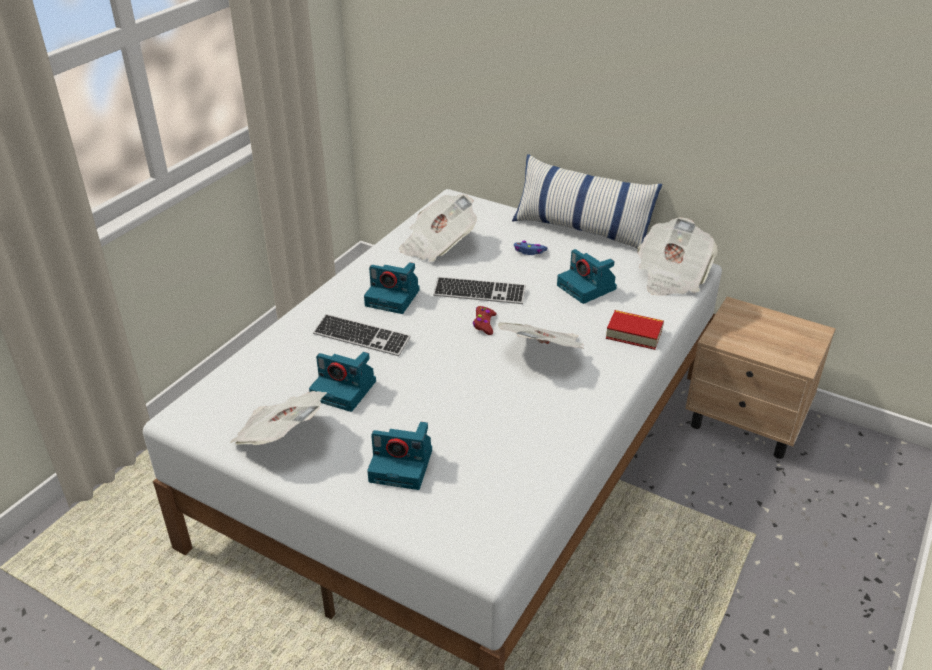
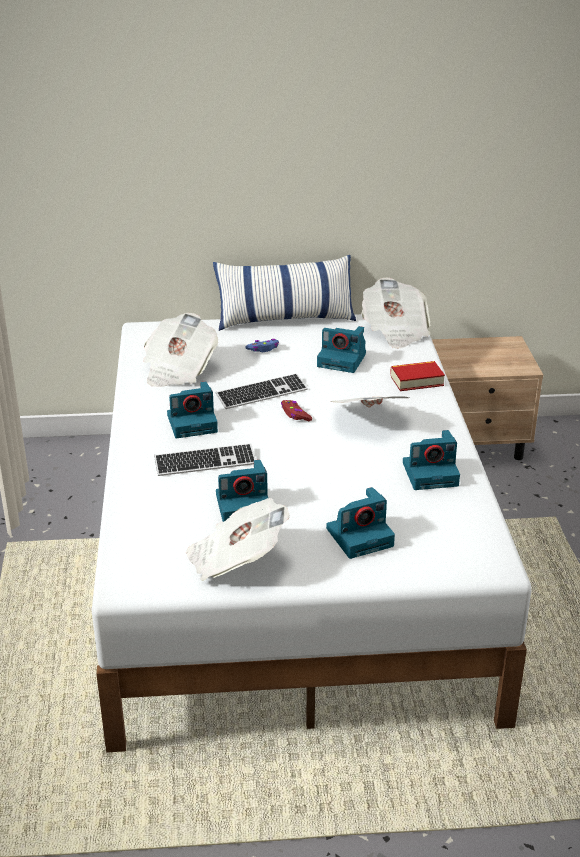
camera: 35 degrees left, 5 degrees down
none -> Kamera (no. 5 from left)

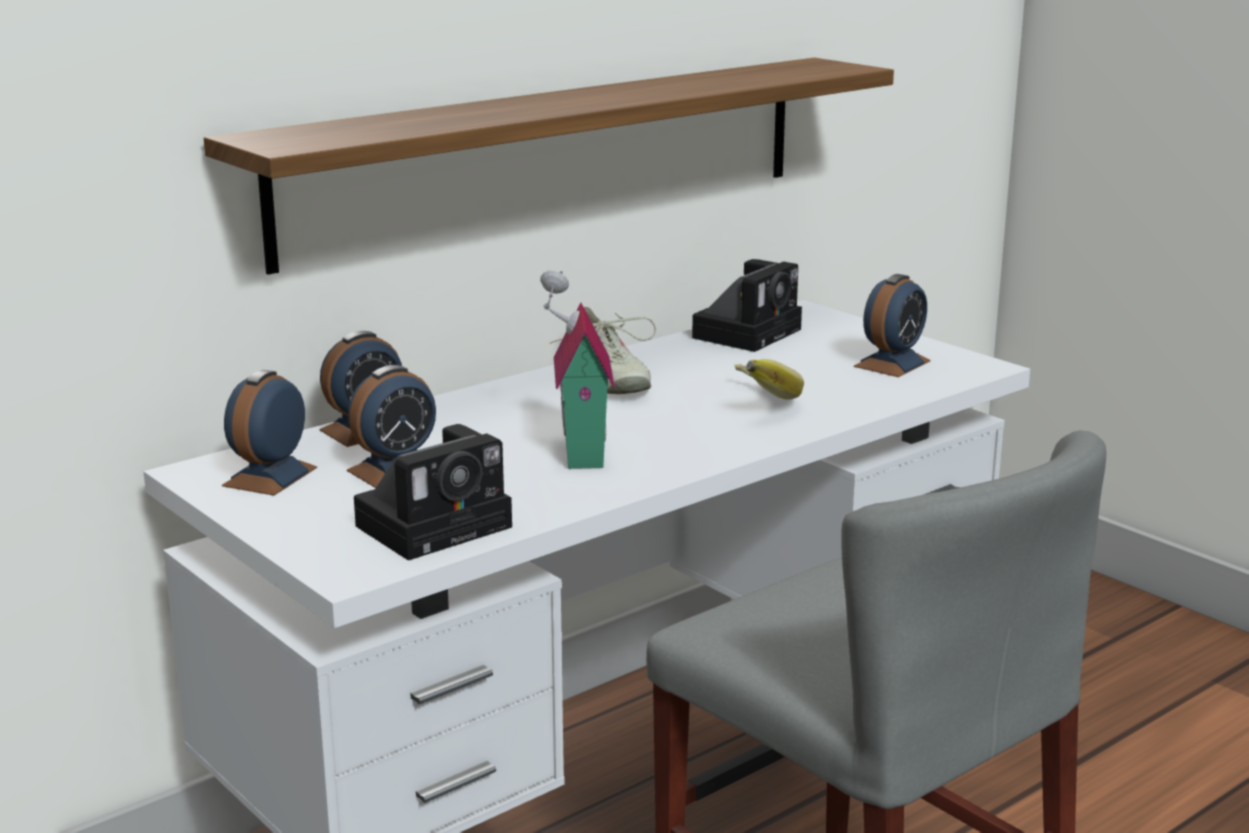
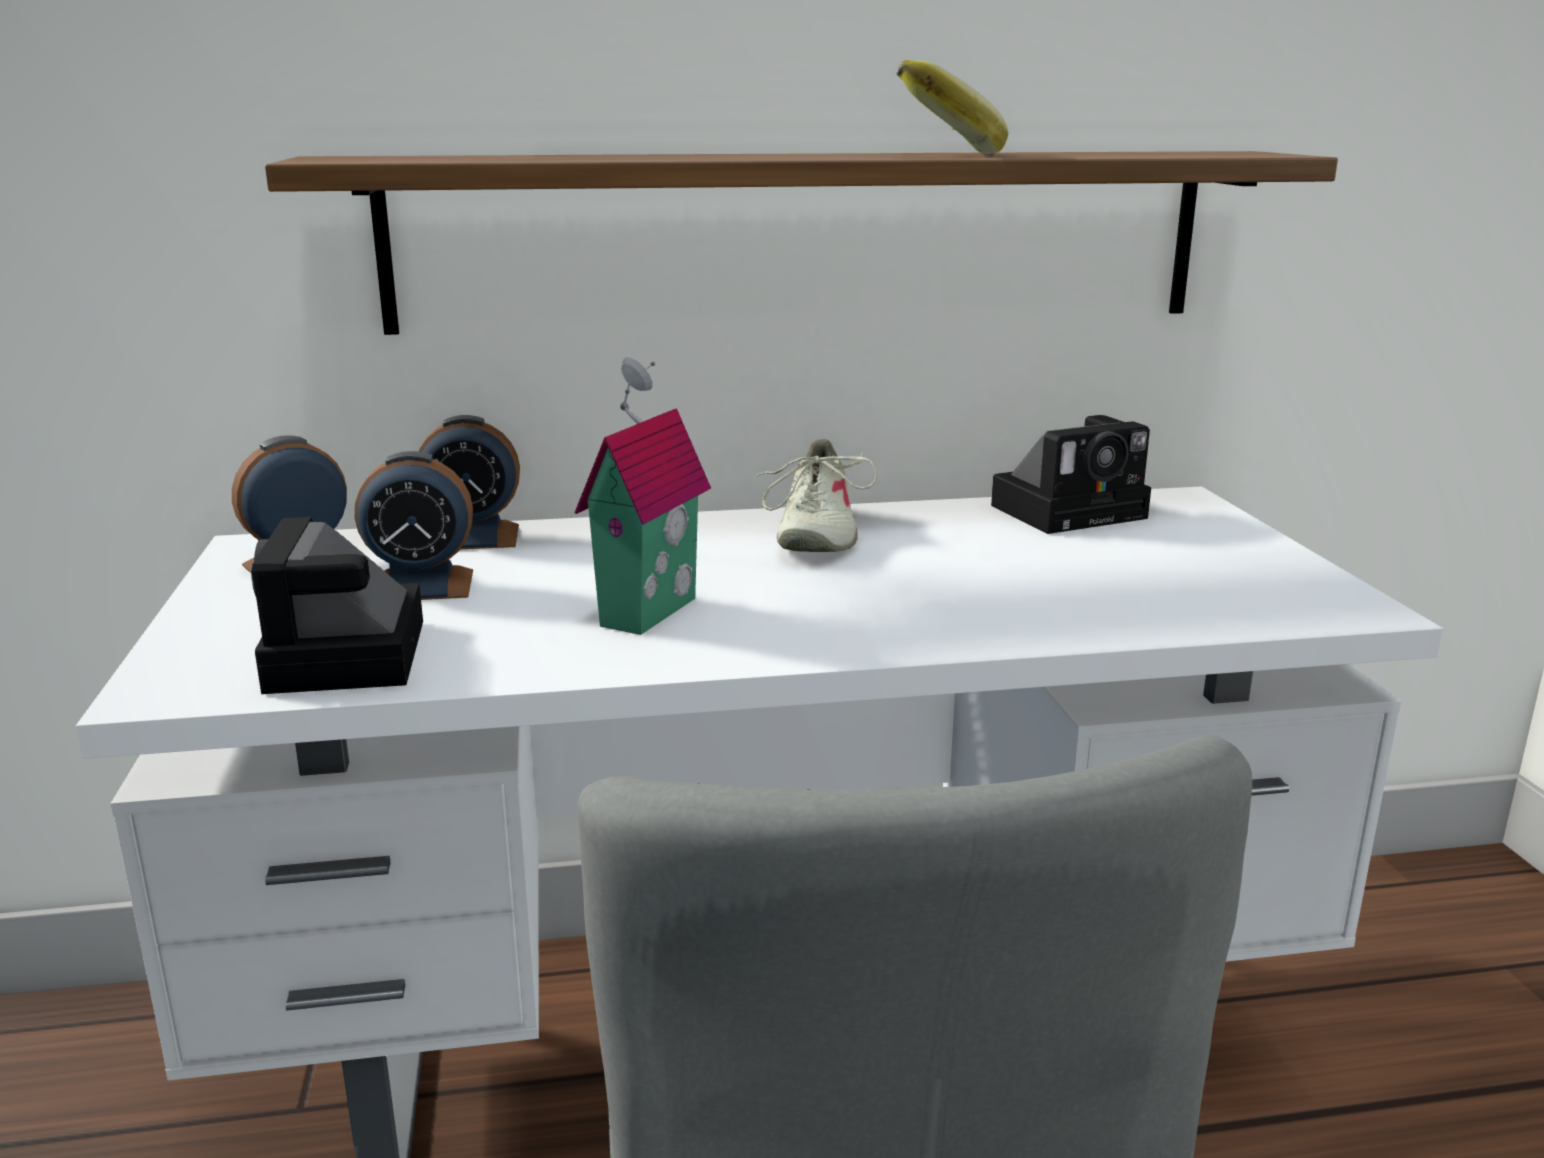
camera: 30 degrees right, 0 degrees up
Wecker (no. 4 from left) -> none
Banane, relocated
Kamera (no. 1 from left), 90 degrees clockwise

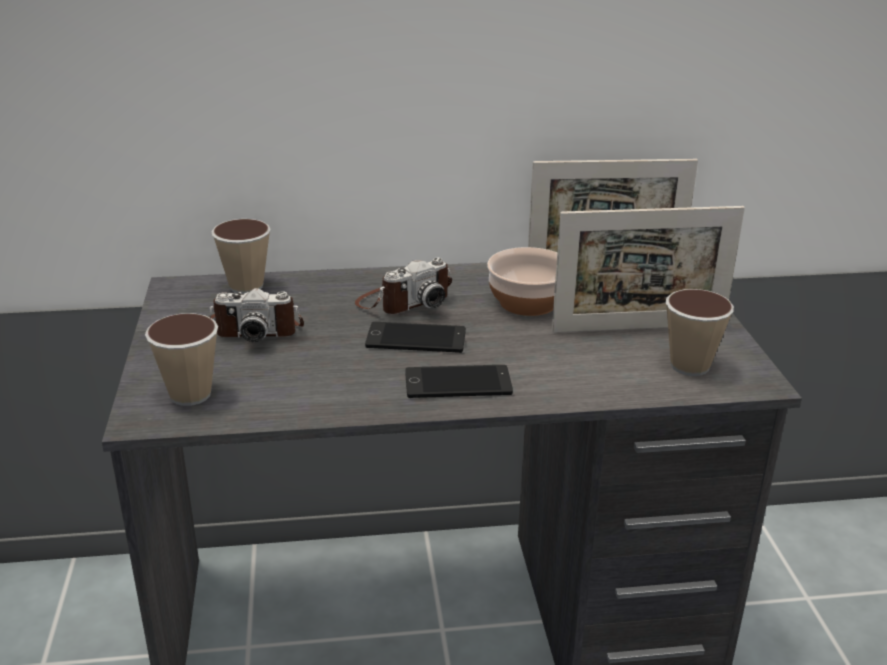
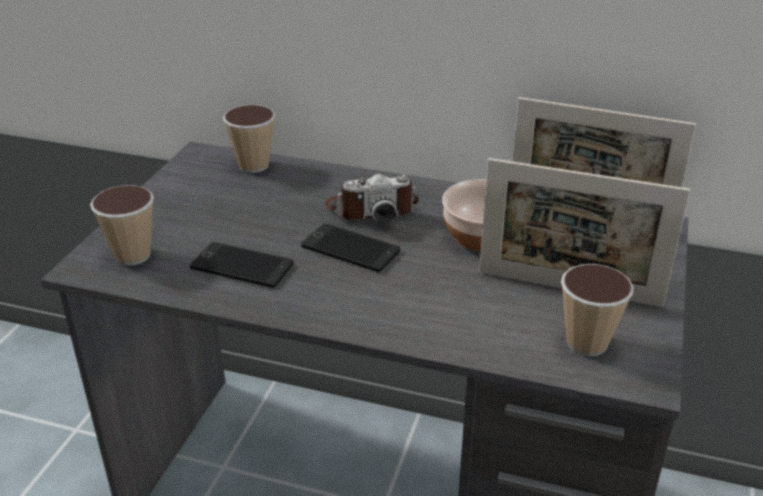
camera: 25 degrees right, 5 degrees up
Kamera (no. 1 from left) -> none
Handy (no. 2 from left in the first image) -> Handy (no. 1 from left), relocated

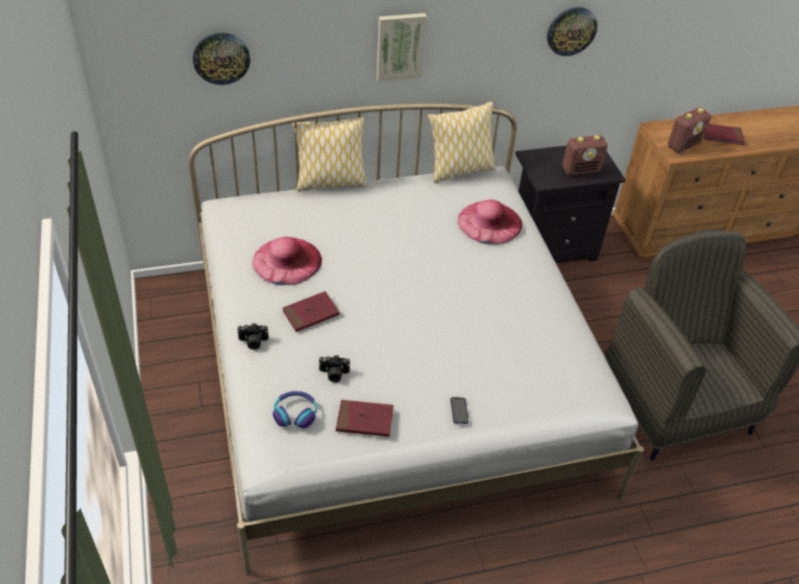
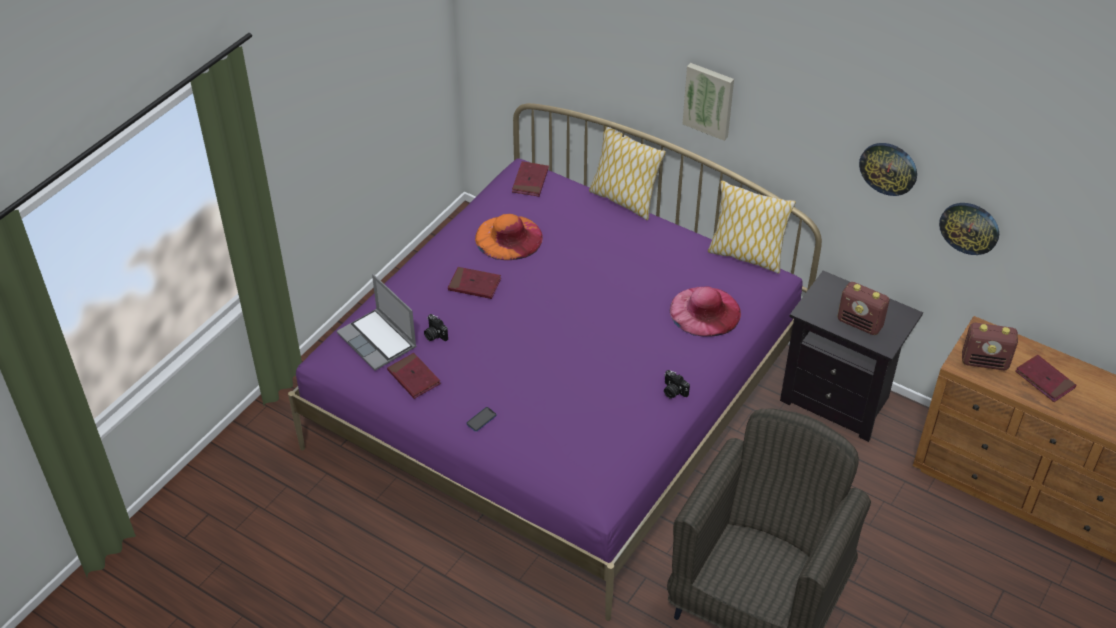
camera: 50 degrees right, 0 degrees up
none -> Buch (rot) (no. 3 from left)
Wanduhr (no. 1 from left in the first image) -> Wanduhr (no. 2 from left), relocated
Kamera (no. 1 from left in the first image) -> Kamera (no. 2 from left), relocated
Kopfhörer -> Laptop
Bett (weiß) -> Bett (lila)
Hut (rosa) (no. 1 from left) -> Hut (orange)

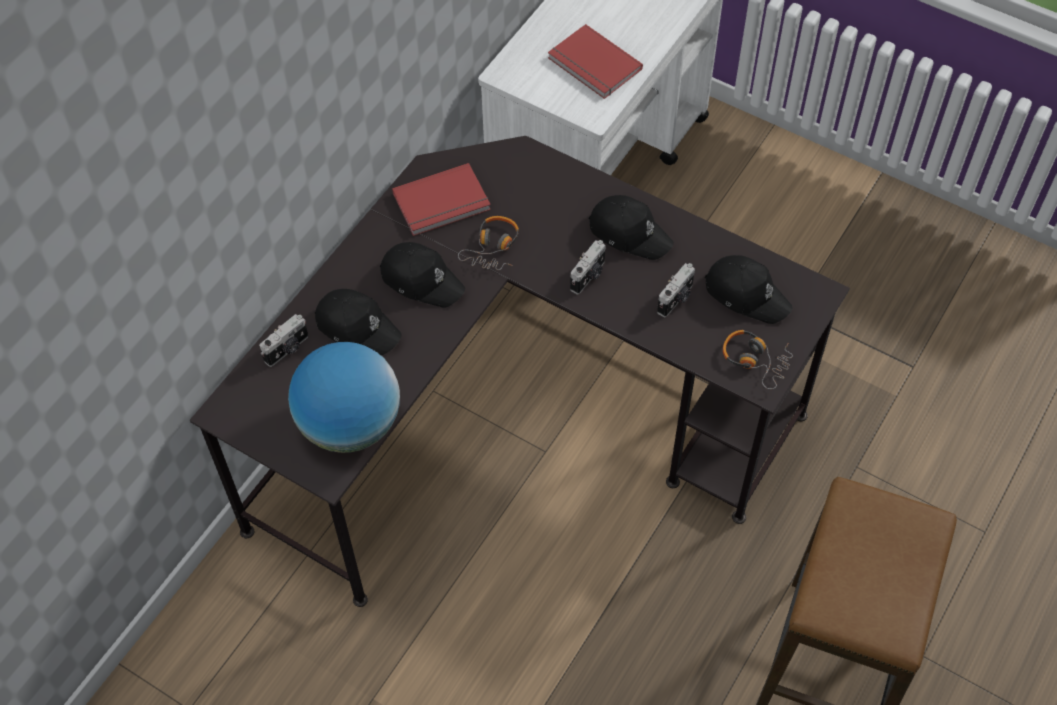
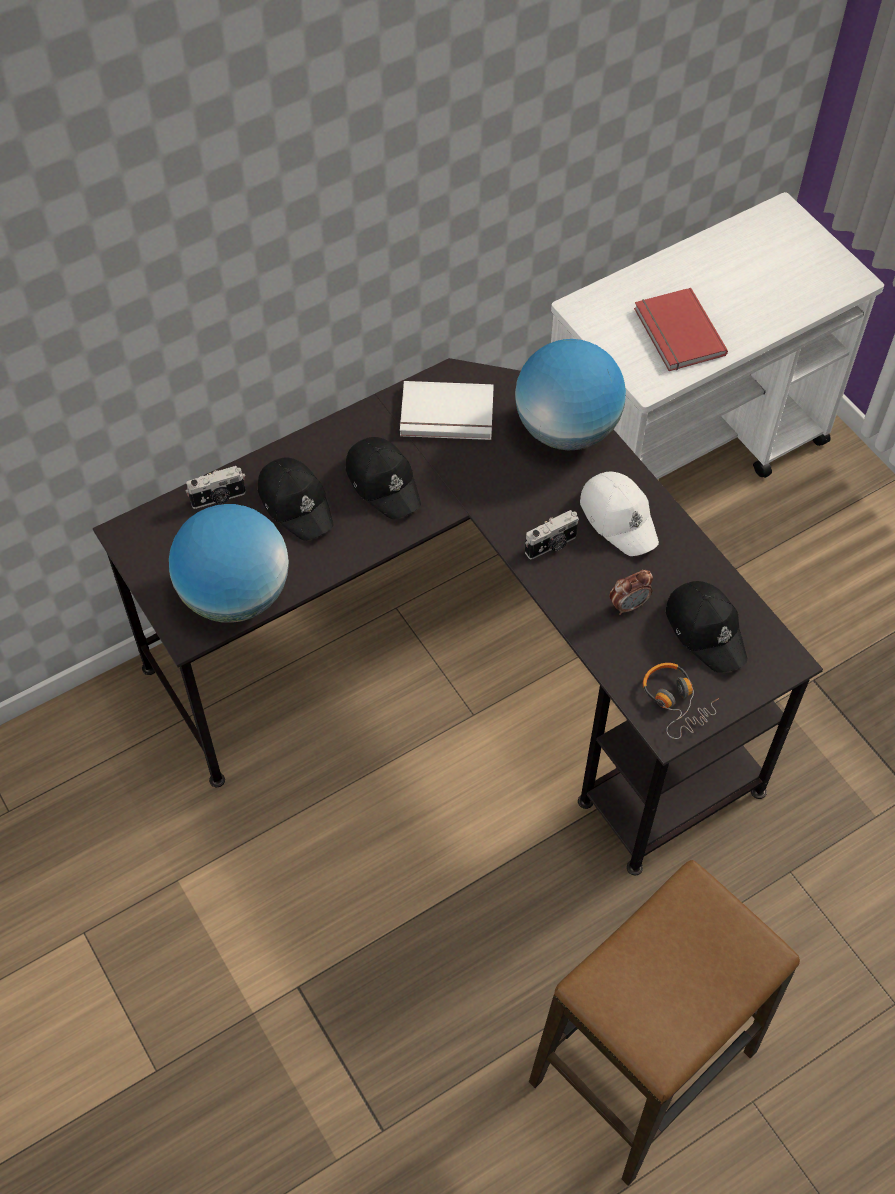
camera: 25 degrees right, 0 degrees up
Kopfhörer (no. 1 from left) -> none
none -> Globus (no. 2 from left)
Kamera (no. 3 from left) -> Wecker
Buch (rot) (no. 1 from left) -> Buch (weiß)
Kappe (schwarz) (no. 3 from left) -> Kappe (weiß)

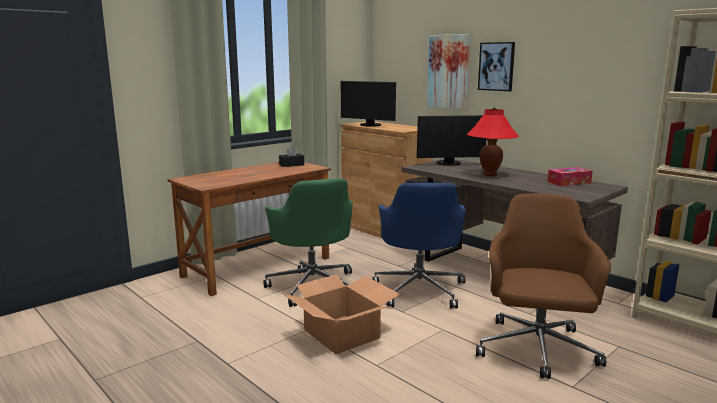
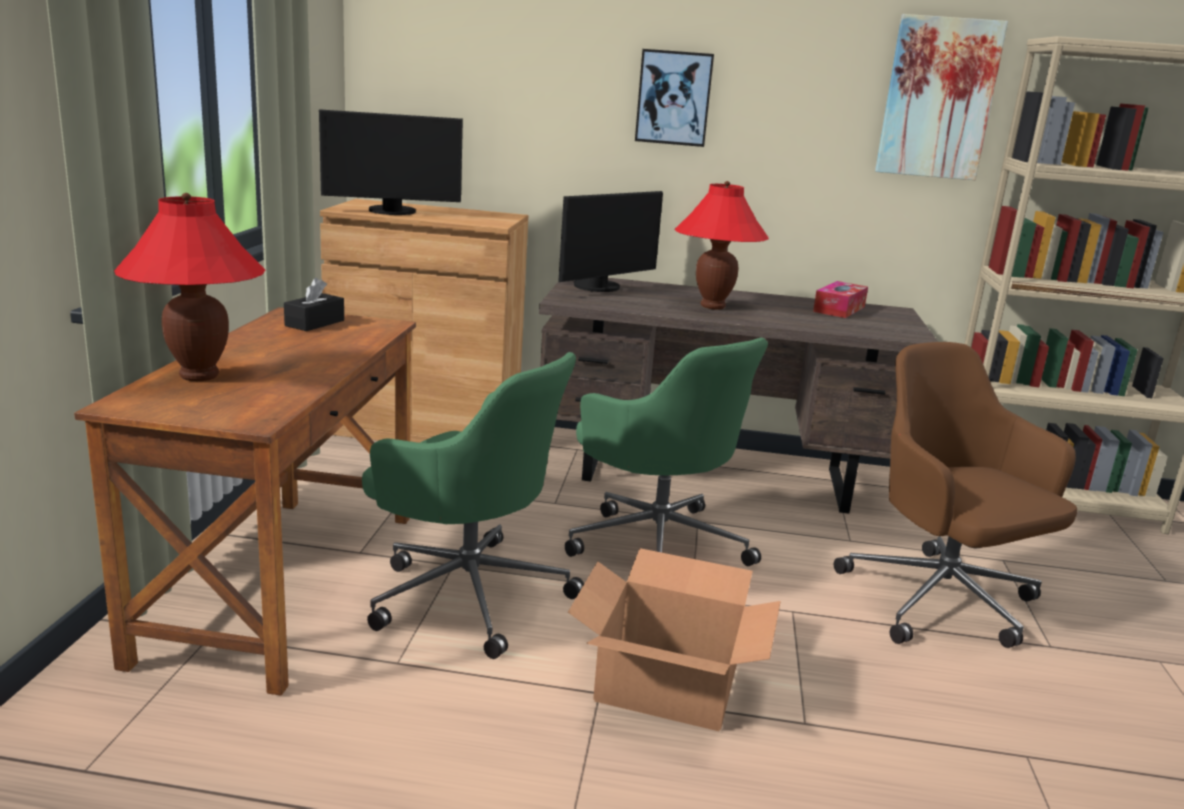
camera: 40 degrees left, 5 degrees up
none -> Tischlampe (rot) (no. 1 from left)
Bild (no. 1 from left in the first image) -> Bild (no. 2 from left), relocated
Bürostuhl (blau) -> Bürostuhl (grün) (no. 2 from left)

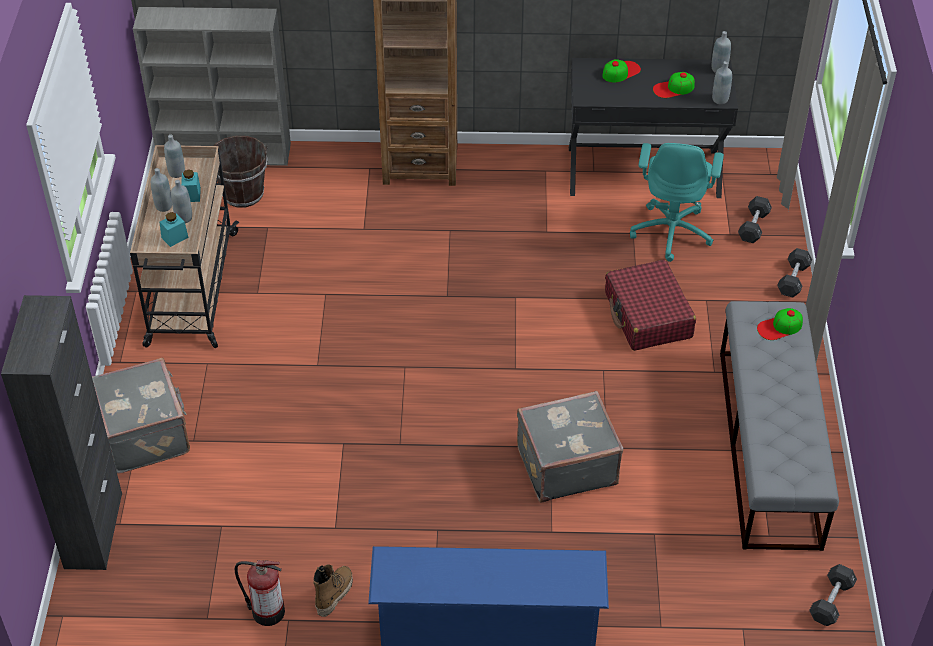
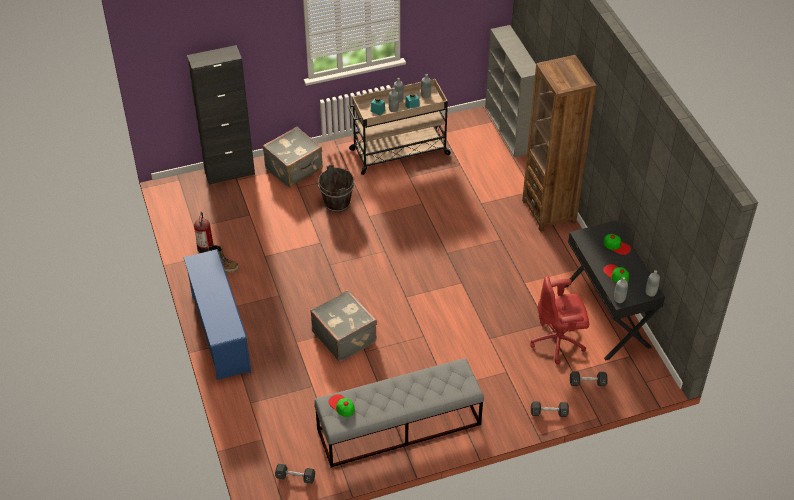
camera: 70 degrees right, 0 degrees up
Koffer (rot) -> none
Eimer (braun), relocated
Kappe (no. 3 from left in the first image) -> Kappe (no. 1 from left), relocated
Bürostuhl (türkis) -> Bürostuhl (rot)

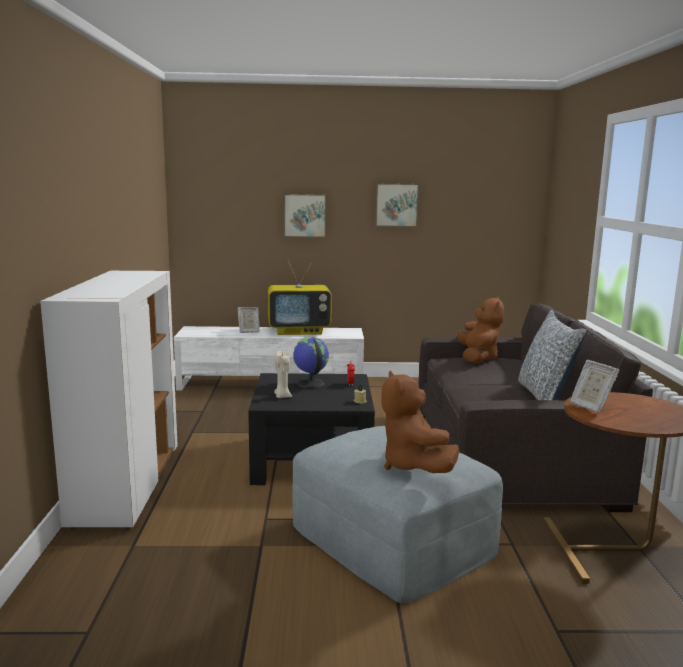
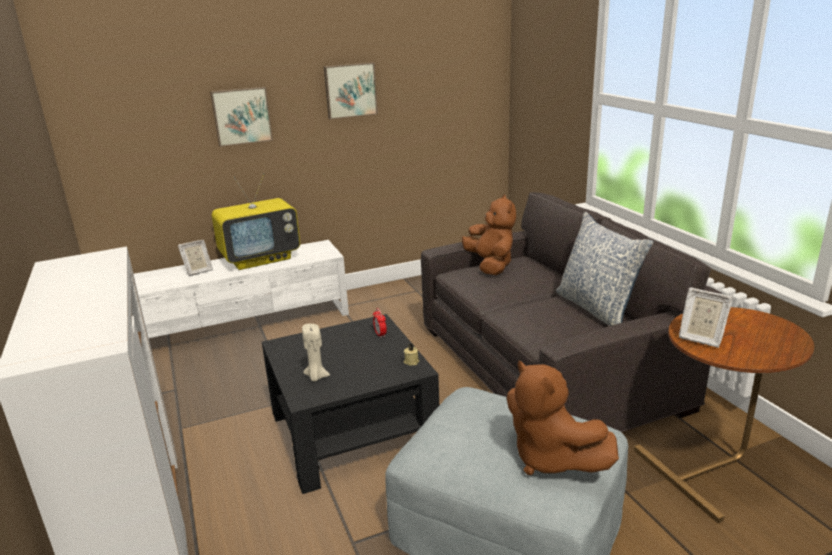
camera: 20 degrees left, 10 degrees up
Globus -> none

